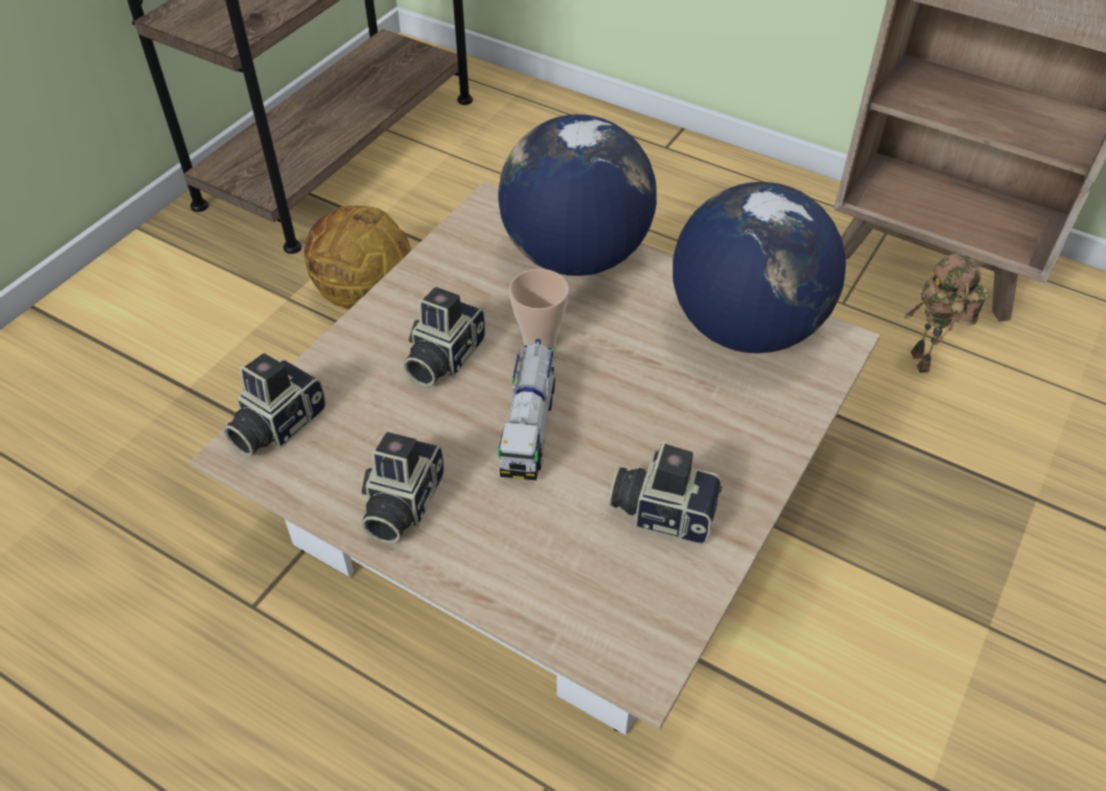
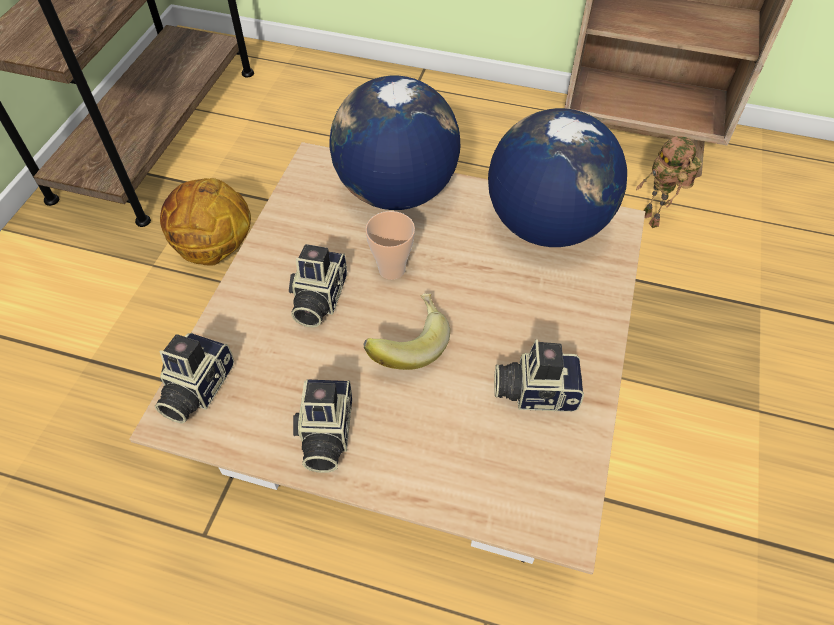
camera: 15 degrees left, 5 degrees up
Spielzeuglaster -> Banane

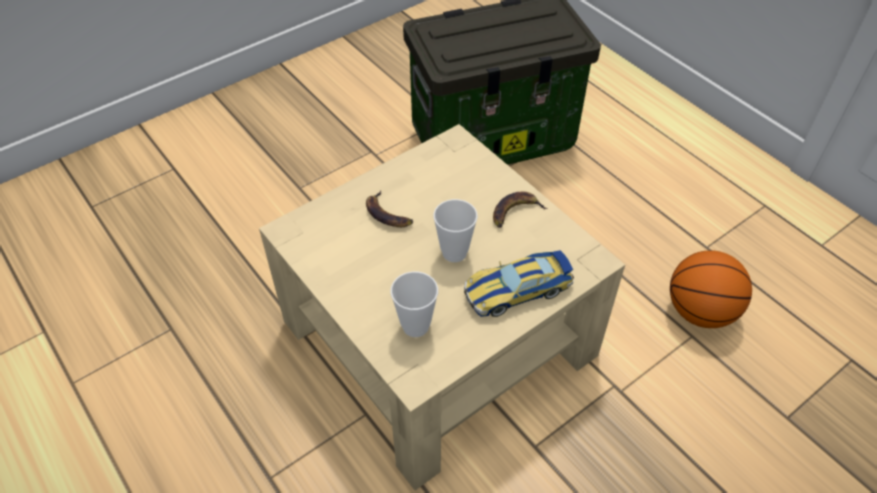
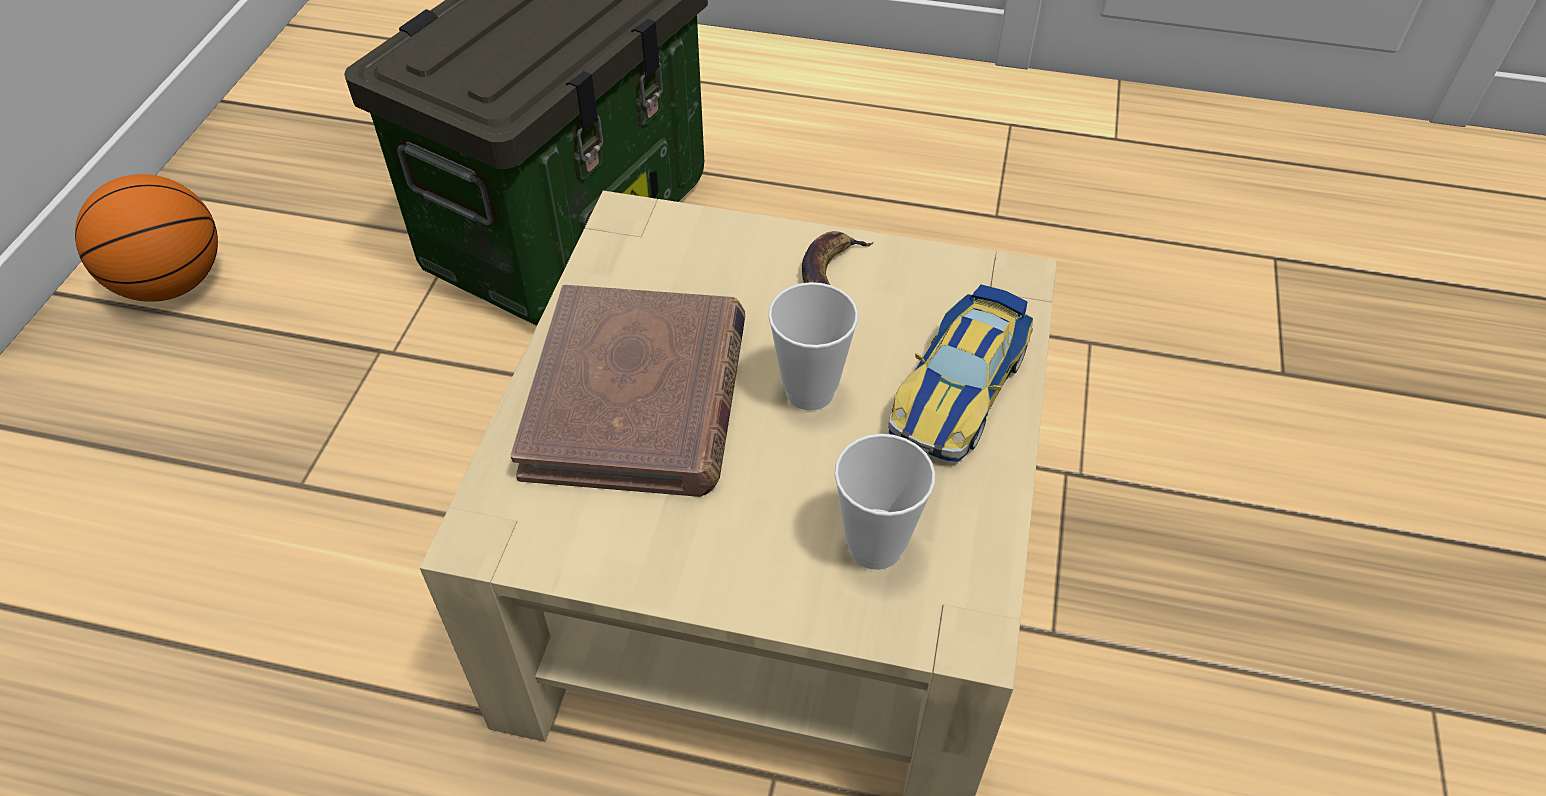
camera: 40 degrees left, 0 degrees up
Basketball, relocated
Banane (no. 1 from left) -> Buch (braun)

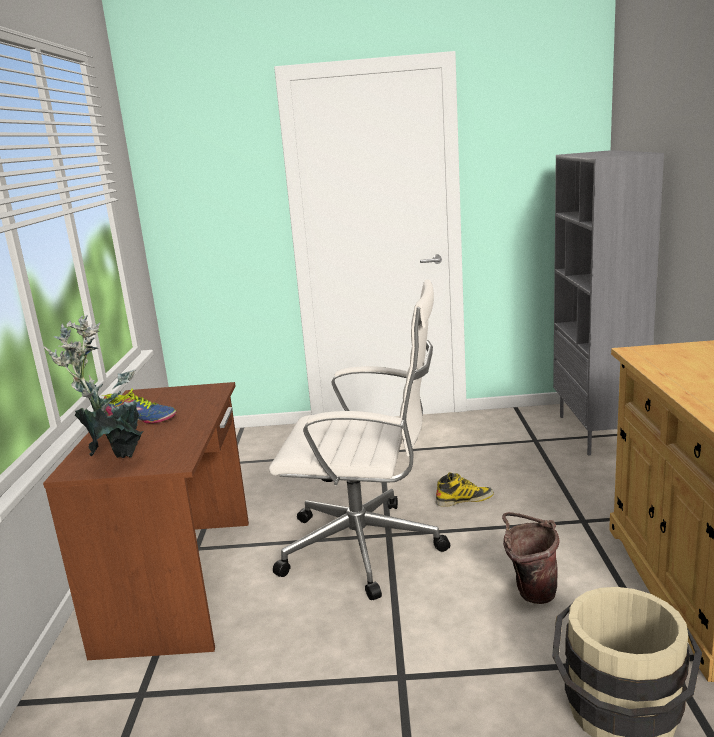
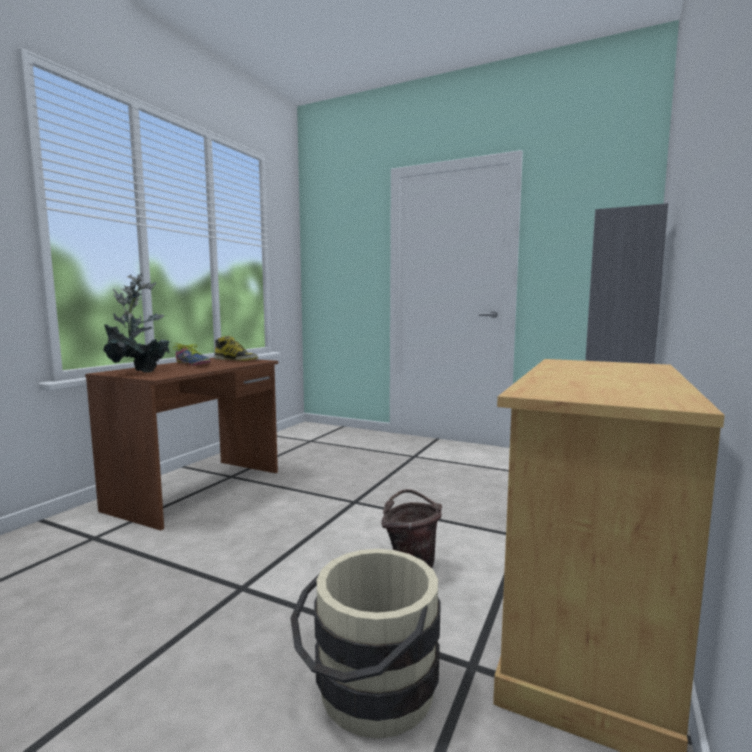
camera: 25 degrees right, 10 degrees down
Bürostuhl (weiß) -> none
Stiefel, relocated

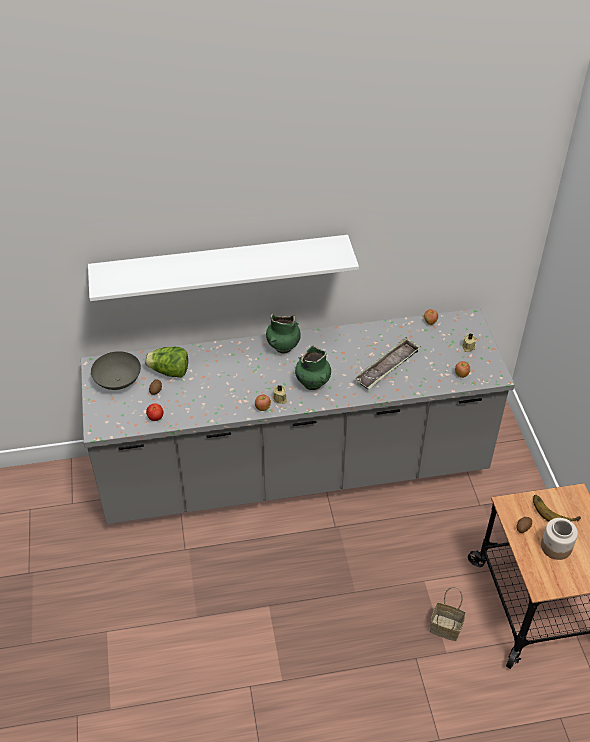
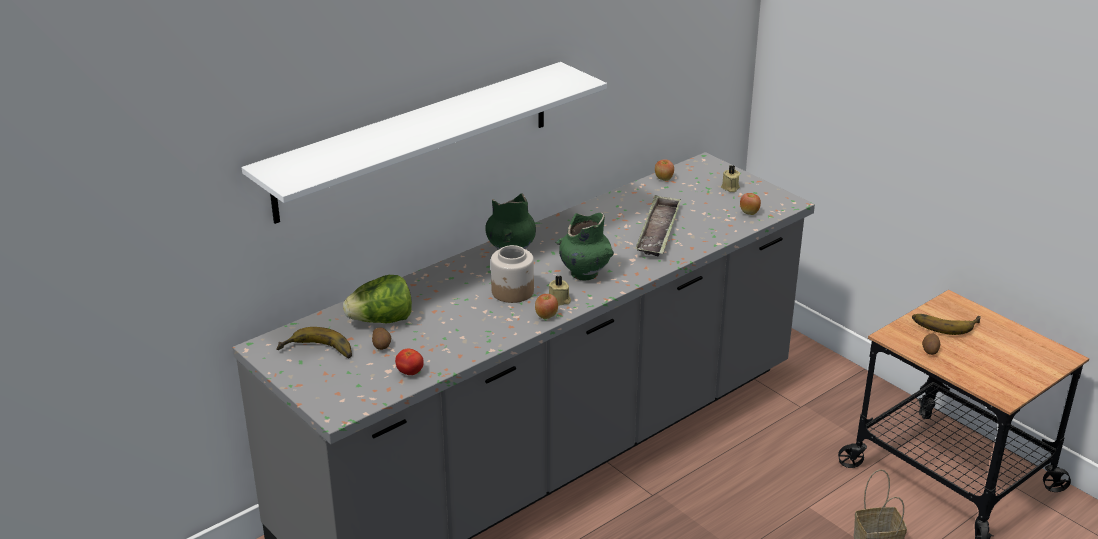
camera: 30 degrees left, 15 degrees down
Vorratsglas, relocated
Schüssel (grau) -> Banane (no. 1 from left)

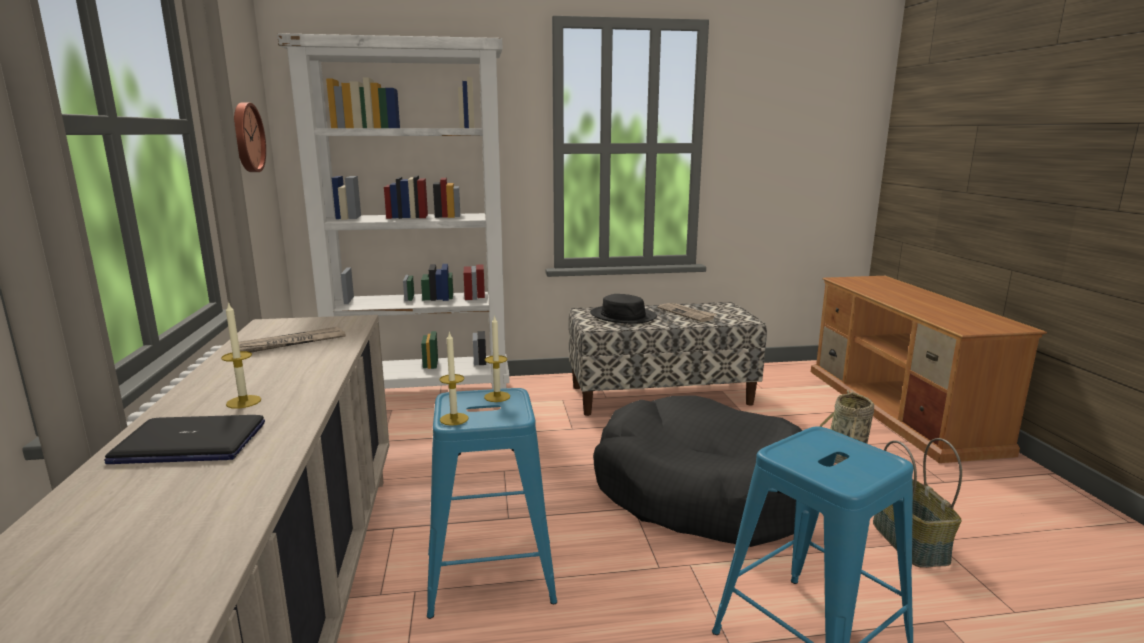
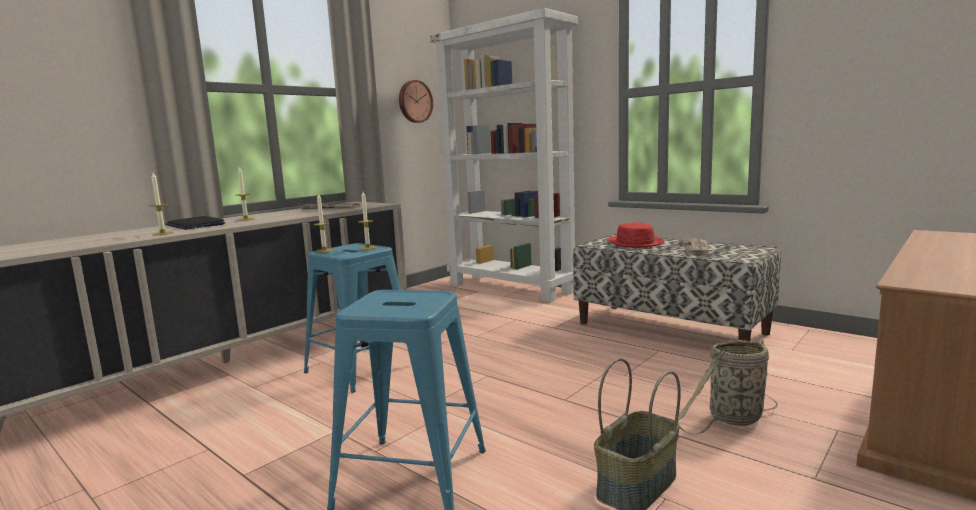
camera: 50 degrees right, 5 degrees down
Hundebett (schwarz) -> none
none -> Kerze (no. 1 from left)
Hut (schwarz) -> Hut (rot)

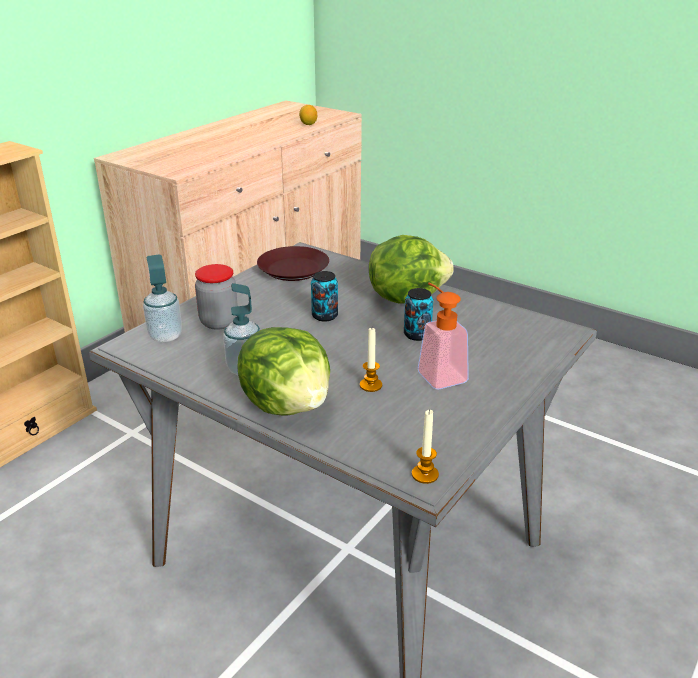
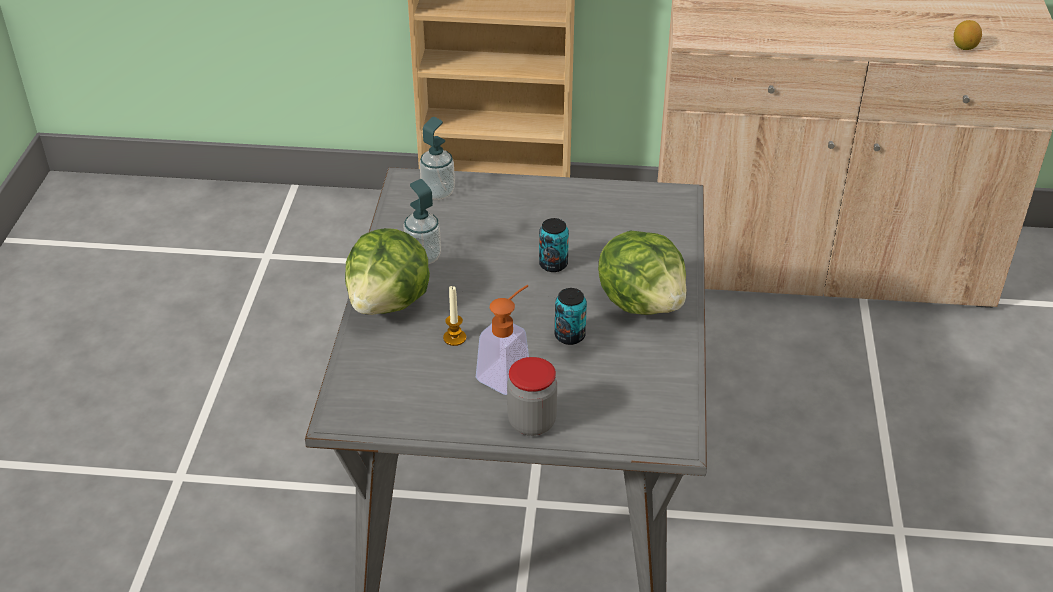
camera: 60 degrees right, 10 degrees up
Teller (braun) -> none
Kerze (no. 2 from left) -> none
Vorratsglas, relocated

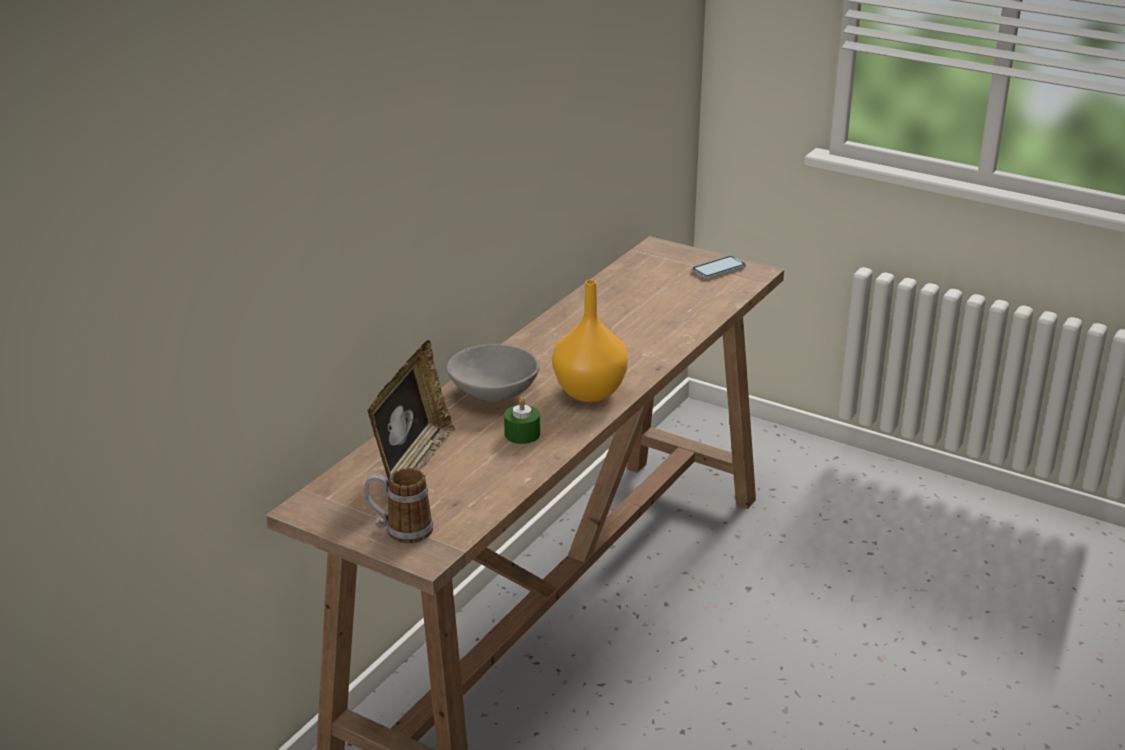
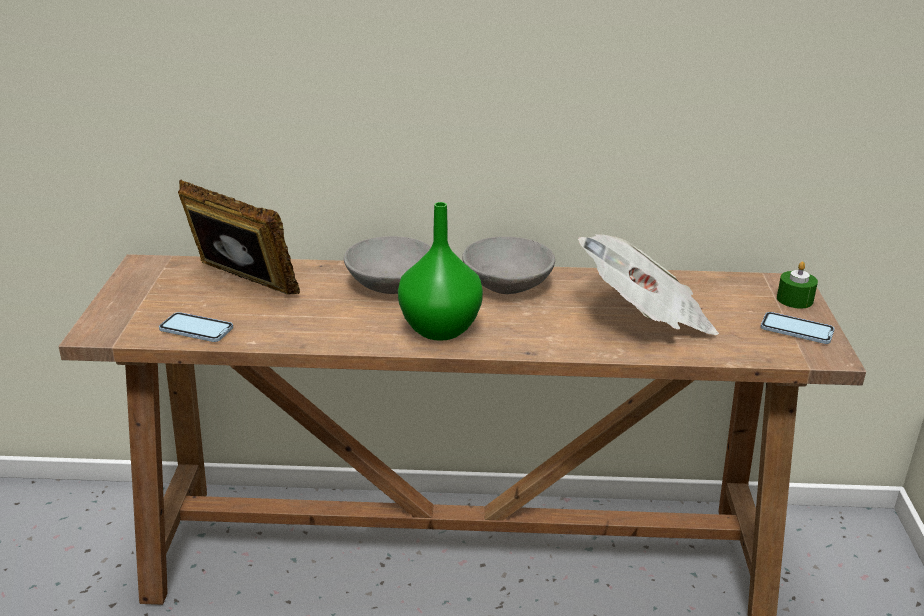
camera: 60 degrees right, 0 degrees up
Henkelbecher -> none
none -> Handy (no. 1 from left)
none -> Schüssel (grau) (no. 2 from left)
none -> Zeitung
Kerze (grün), relocated
Vase (orange) -> Vase (grün)
Bilderrahmen, 135 degrees counterclockwise

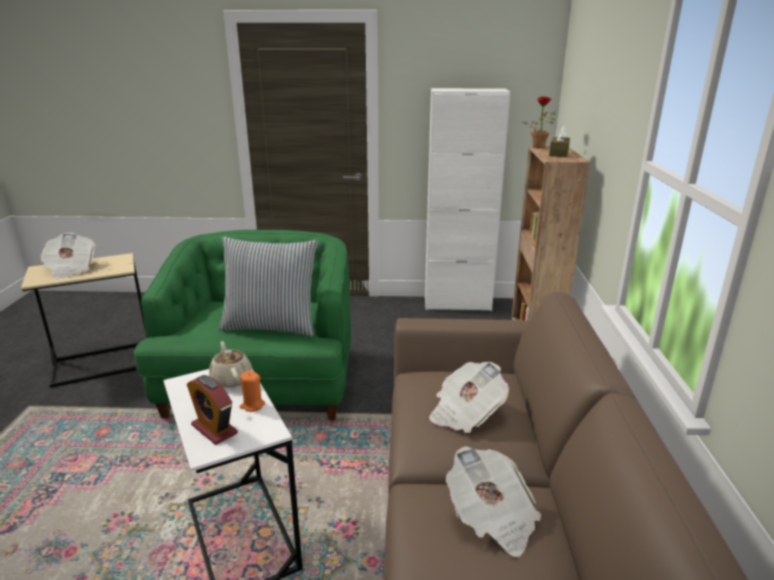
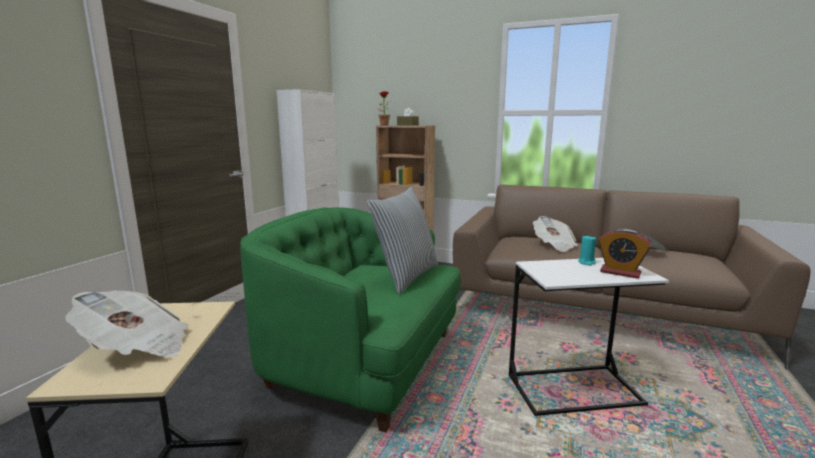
camera: 70 degrees left, 10 degrees down
Teekanne (beige) -> none
Kerze (orange) -> Kerze (türkis)
Wecker, 60 degrees clockwise

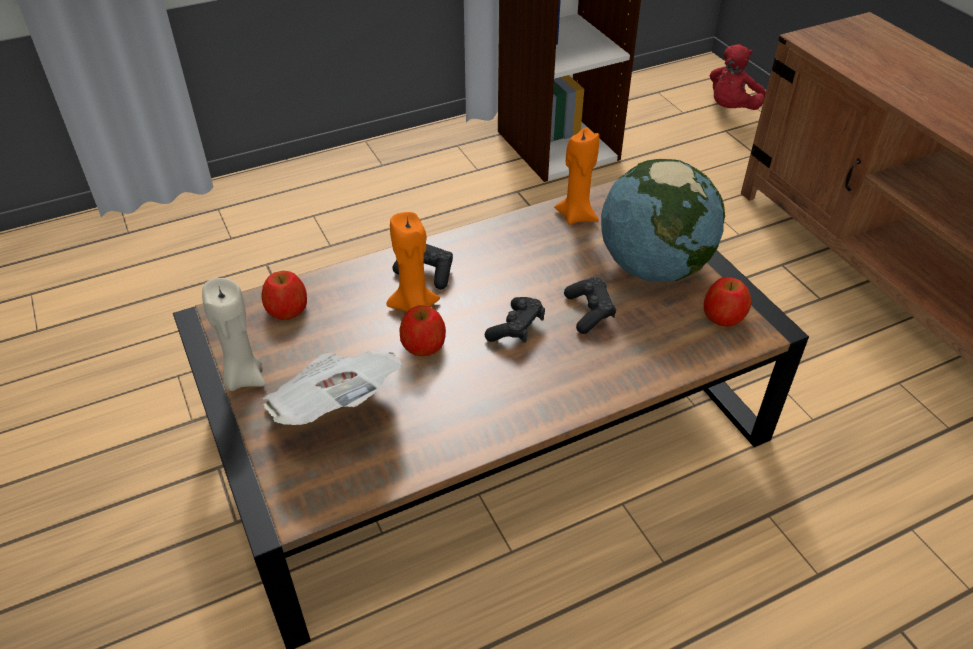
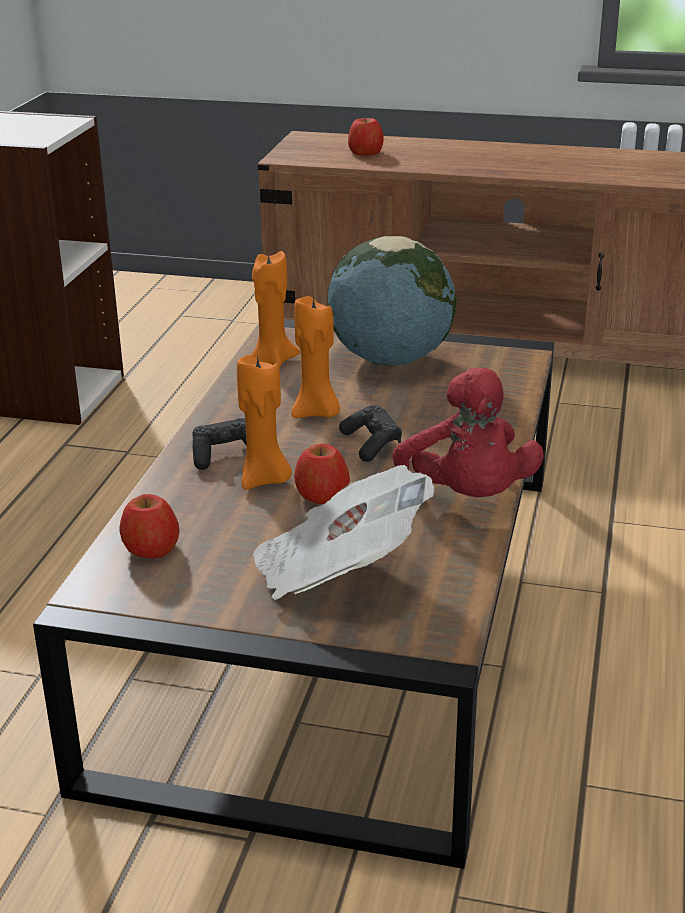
camera: 50 degrees left, 15 degrees down
Kerze (beige) -> none
Gamepad (schwarz) (no. 3 from left) -> none
none -> Kerze (orange) (no. 3 from left)
Apfel (no. 3 from left), relocated
Plüschtier (rot), relocated

